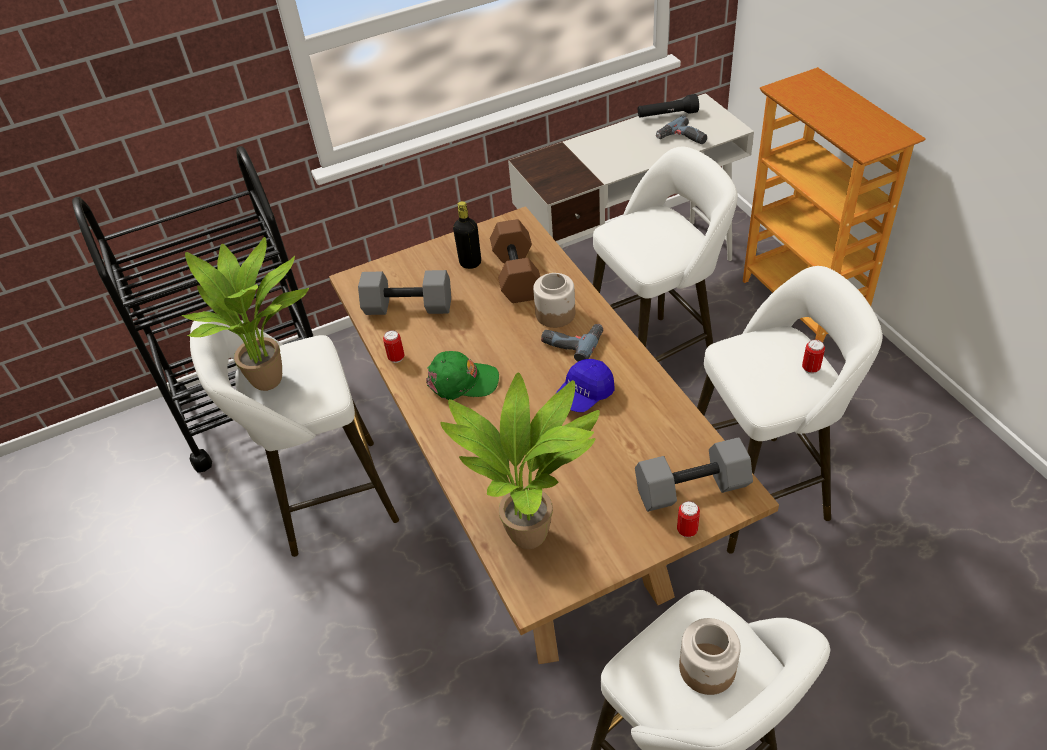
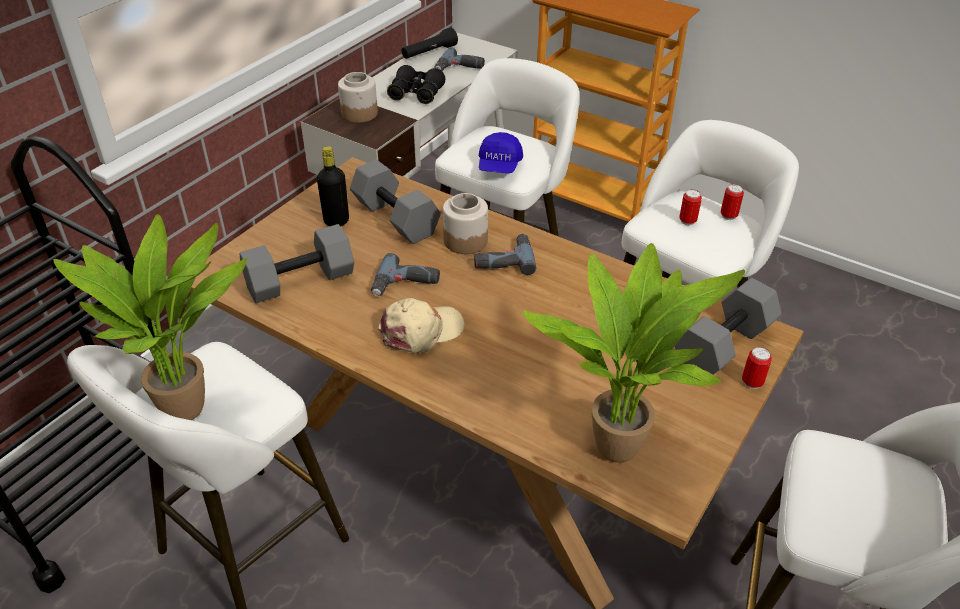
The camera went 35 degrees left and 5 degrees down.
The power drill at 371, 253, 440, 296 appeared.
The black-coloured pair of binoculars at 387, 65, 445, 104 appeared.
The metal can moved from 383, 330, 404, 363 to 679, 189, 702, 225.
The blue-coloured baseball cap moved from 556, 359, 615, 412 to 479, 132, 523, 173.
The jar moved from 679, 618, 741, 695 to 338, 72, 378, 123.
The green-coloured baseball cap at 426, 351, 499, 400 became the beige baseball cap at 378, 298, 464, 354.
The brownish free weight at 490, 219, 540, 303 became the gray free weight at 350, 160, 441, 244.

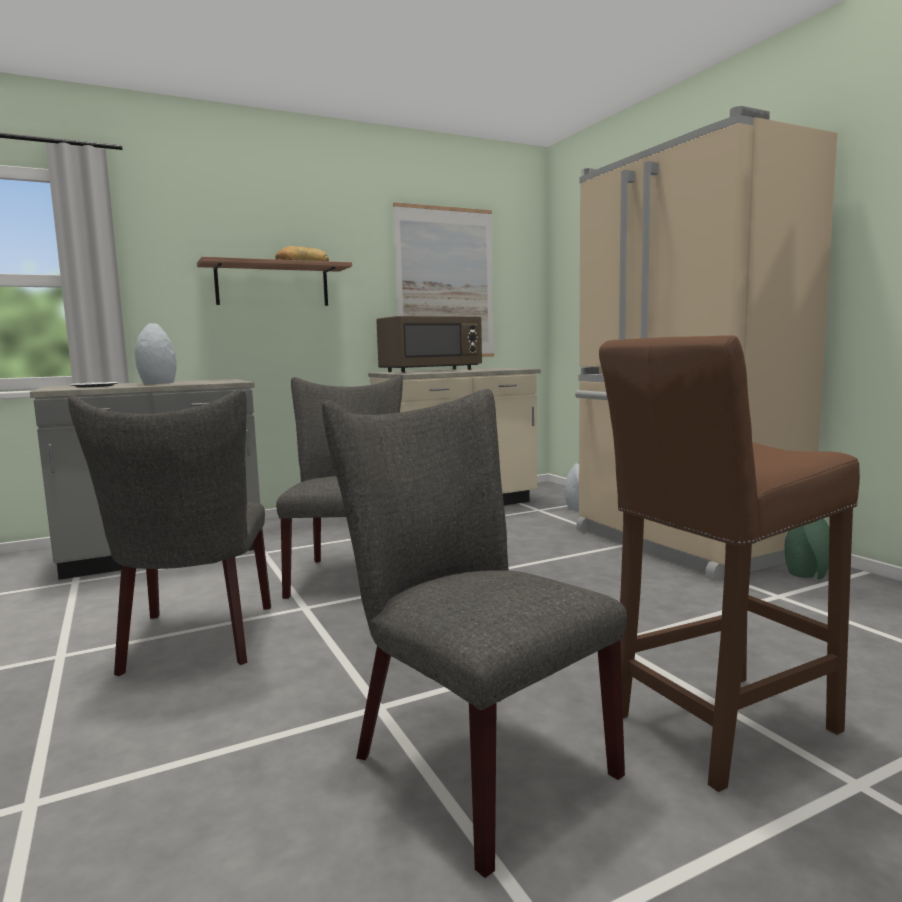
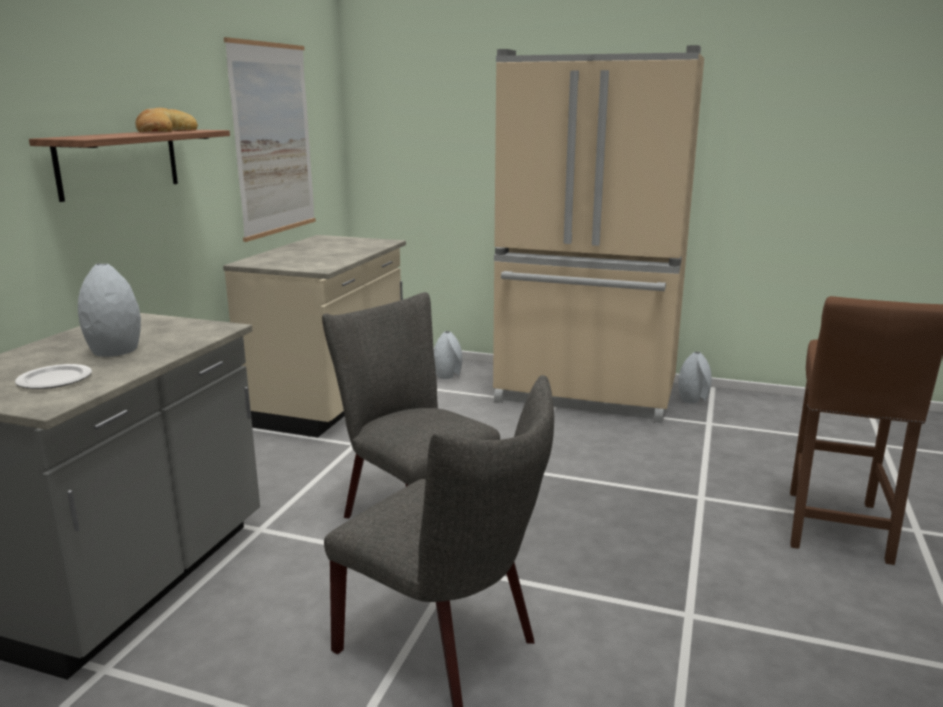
The camera went 45 degrees left and 10 degrees up.
The gray chair at 322, 389, 627, 878 disappeared.
The brownish microwave at 376, 316, 482, 372 disappeared.
The green-coloured flower vase at 784, 518, 829, 580 became the gray flower vase at 678, 352, 712, 403.

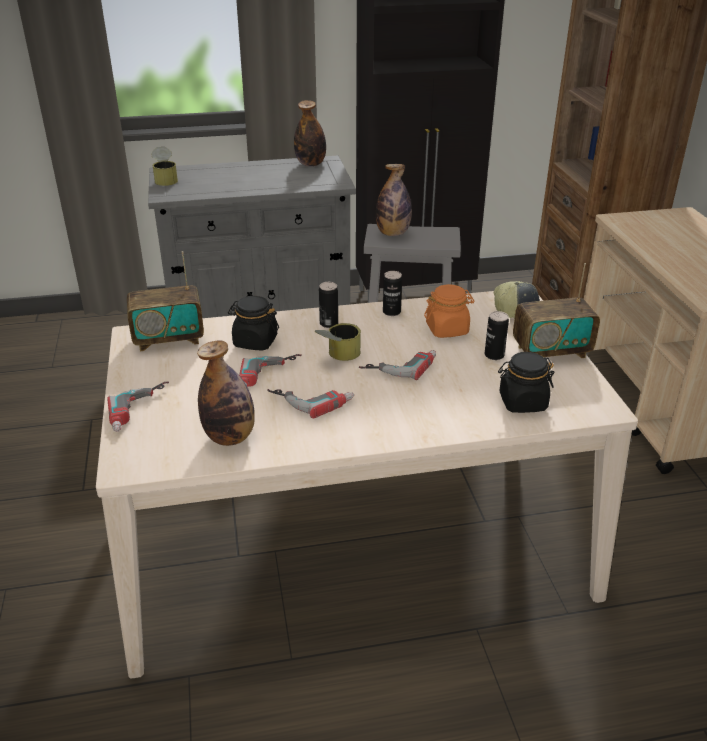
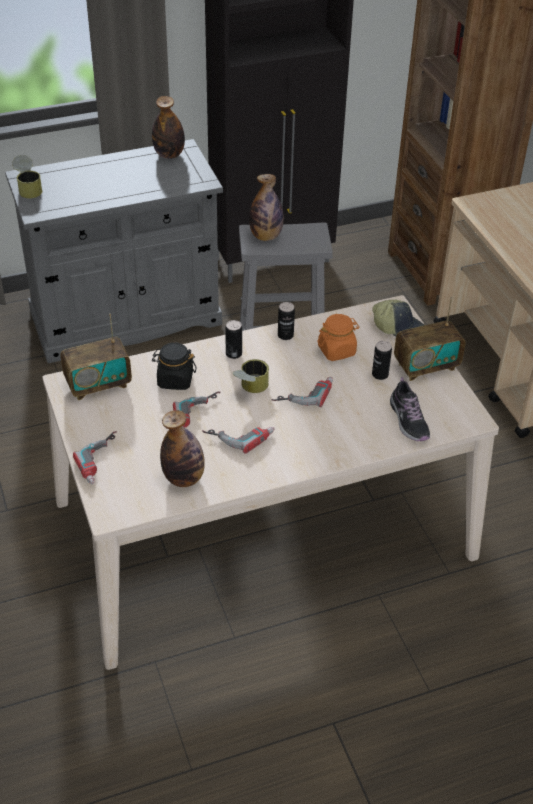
The camera went 10 degrees left and 10 degrees up.
The black-coloured jar at 498, 352, 555, 413 was replaced by the low shoe at 390, 377, 430, 441.

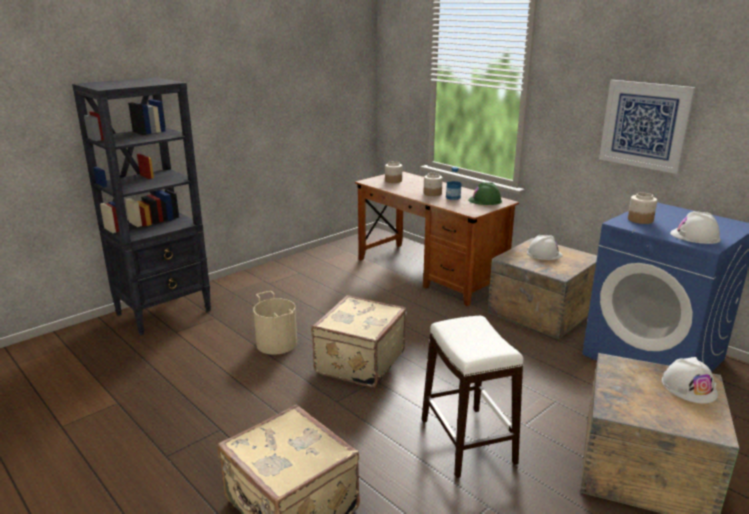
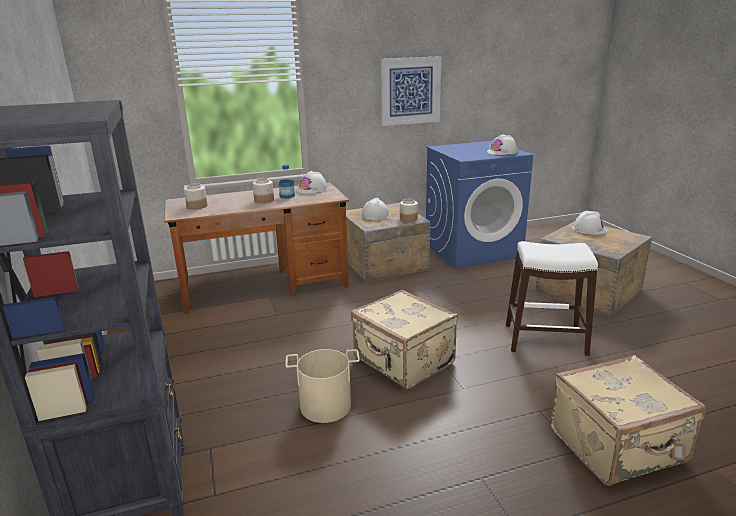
The camera went 65 degrees left and 0 degrees up.
The jar moved from 628, 193, 657, 224 to 400, 199, 418, 222.
The green-coloured hard hat at 468, 182, 502, 205 became the white-coloured hard hat at 296, 171, 328, 194.

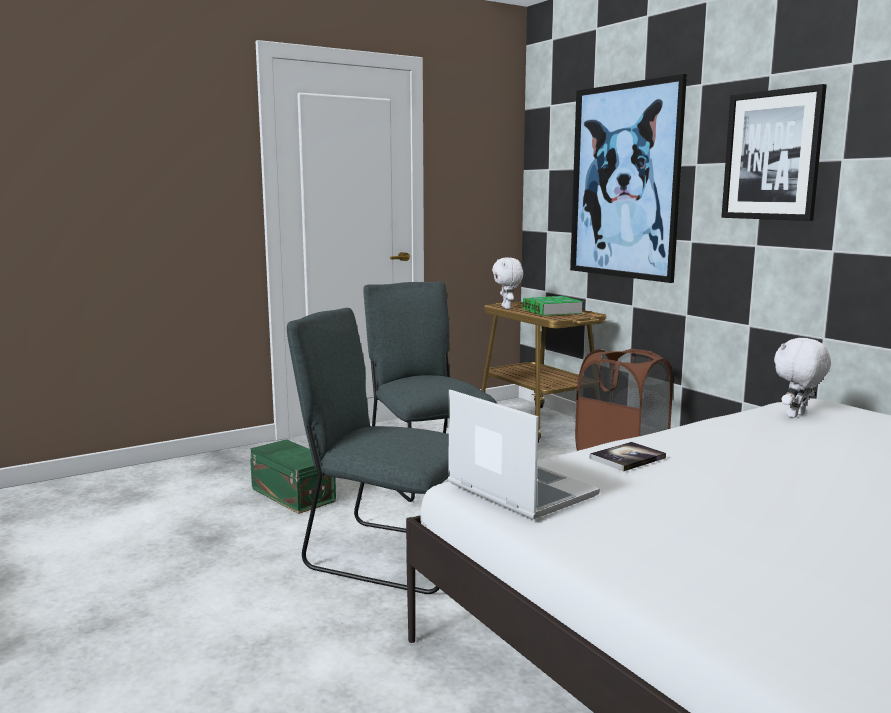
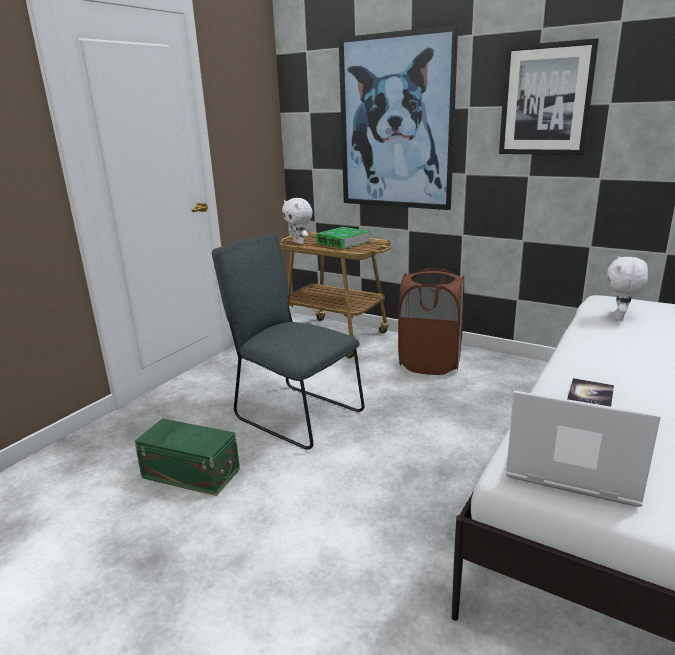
The camera went 25 degrees left and 10 degrees up.
The gray chair at 287, 308, 449, 594 disappeared.

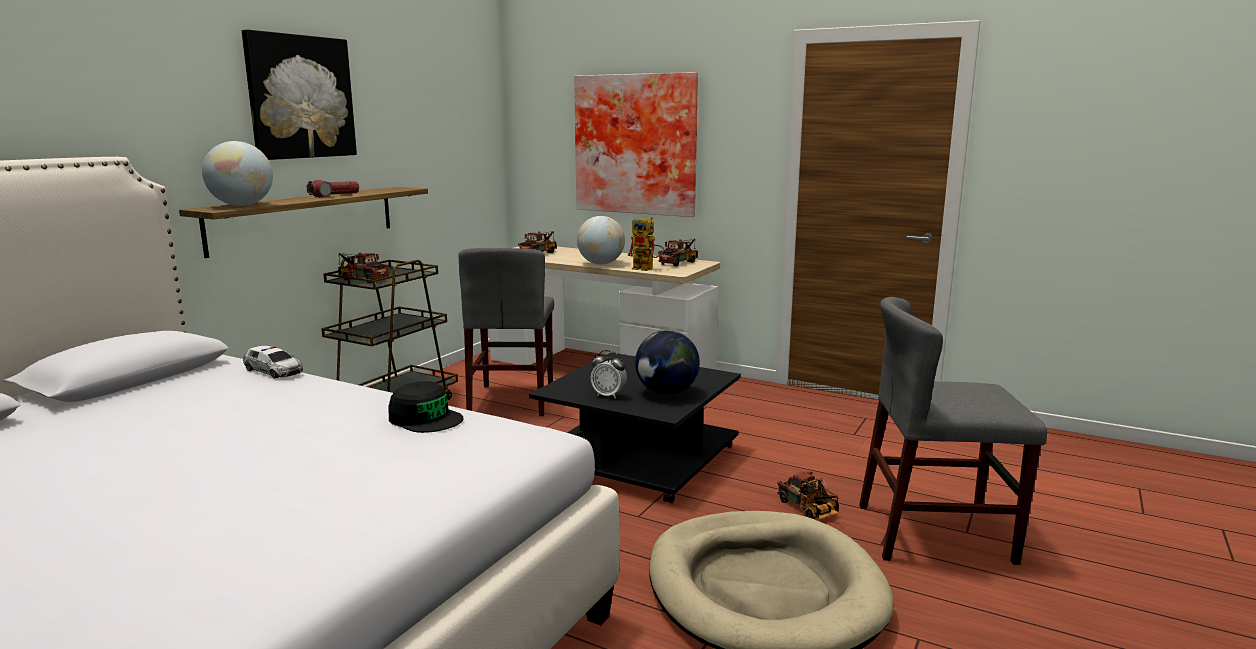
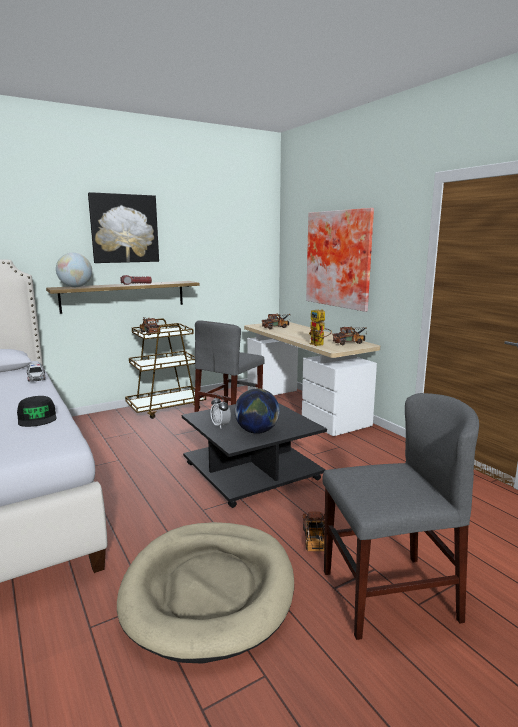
The camera went 30 degrees right and 0 degrees up.
The globe at 577, 216, 625, 265 disappeared.
The gray chair at 859, 297, 1047, 565 turned 135 degrees clockwise.

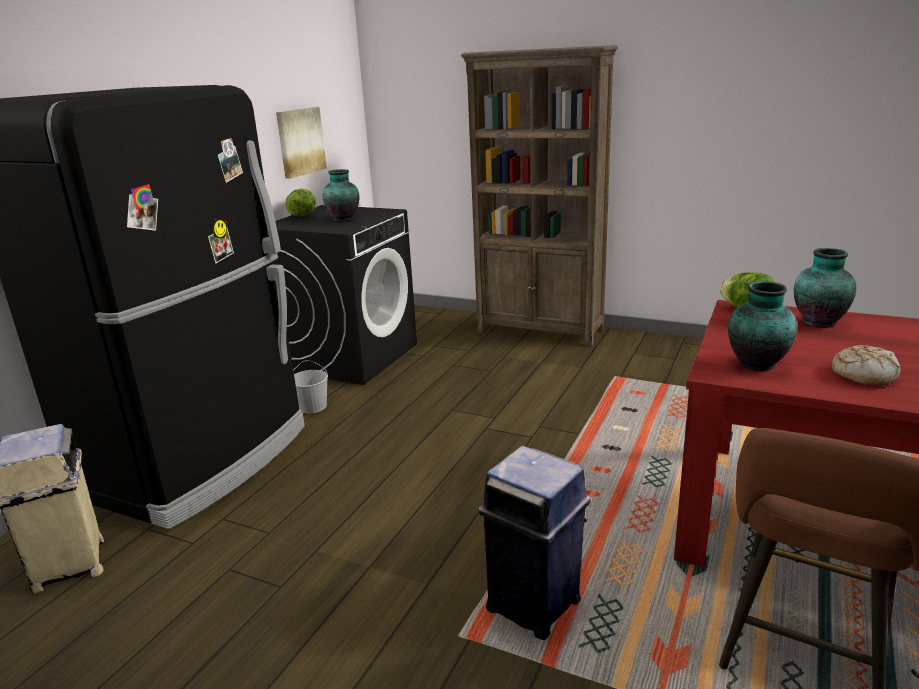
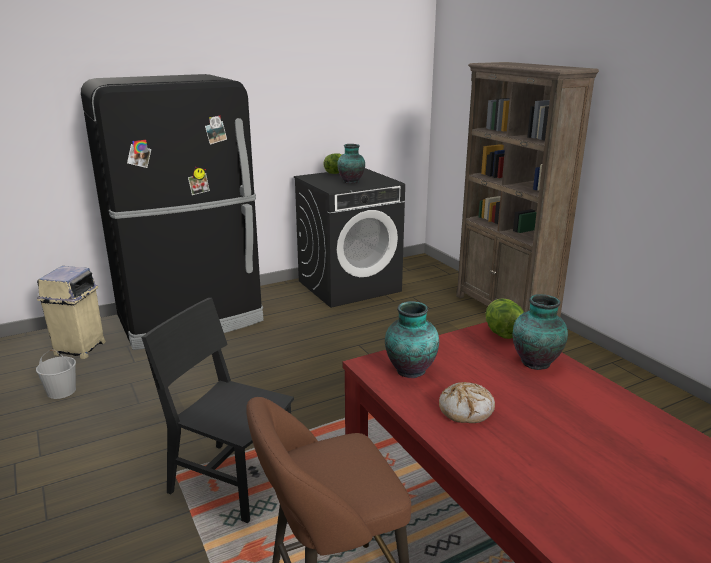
The camera went 35 degrees right and 0 degrees up.
The picture at 276, 107, 327, 179 disappeared.
The white-coloured bucket moved from 293, 360, 328, 414 to 36, 350, 76, 399.
The blue-coloured waste bin at 479, 446, 591, 640 was replaced by the black-coloured chair at 141, 298, 294, 523.

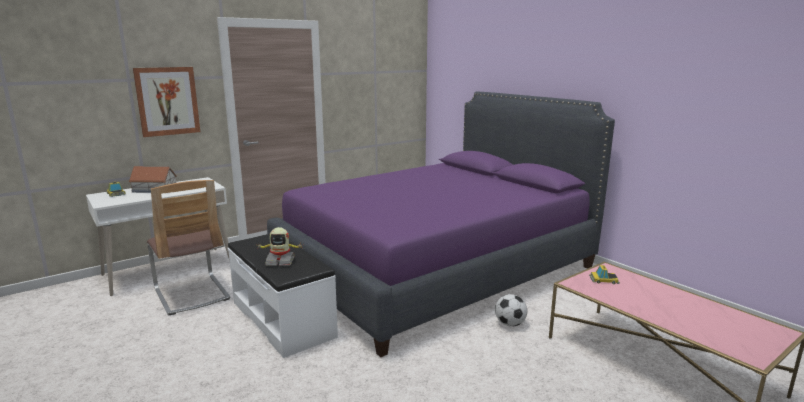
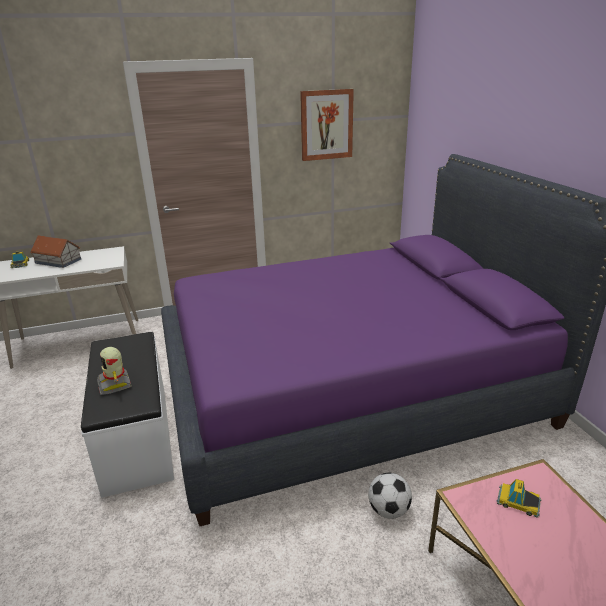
The camera went 20 degrees right and 10 degrees up.
The chair at 147, 180, 231, 315 disappeared.
The picture moved from 133, 67, 200, 137 to 300, 89, 354, 161.
The model robot at 258, 227, 302, 266 turned 45 degrees clockwise.

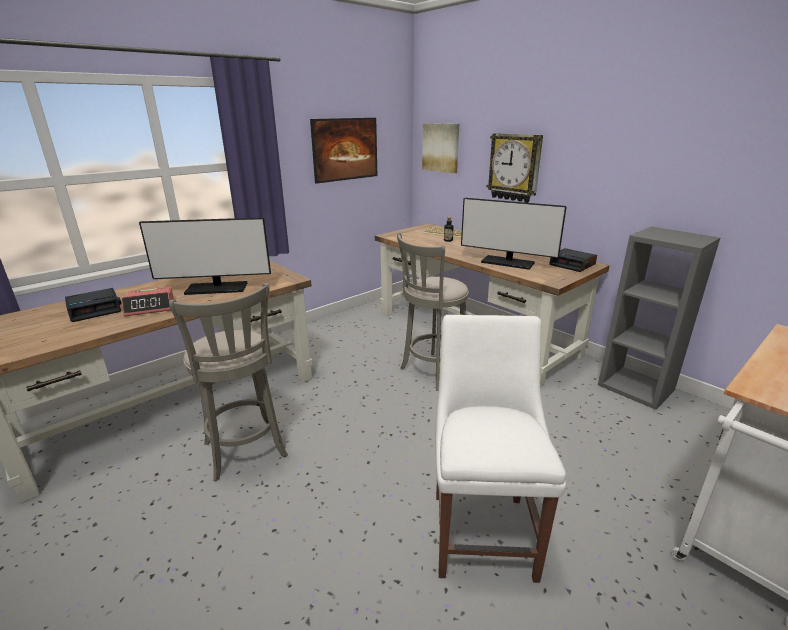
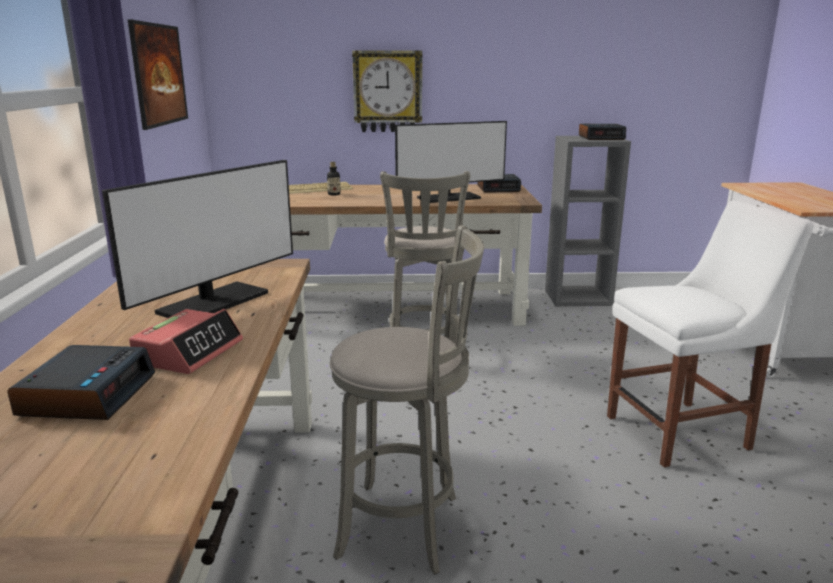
The camera went 50 degrees left and 5 degrees down.
The picture at 422, 123, 459, 173 disappeared.
The alarm clock at 579, 123, 626, 140 appeared.
The white-coloured chair at 435, 315, 566, 583 turned 120 degrees clockwise.

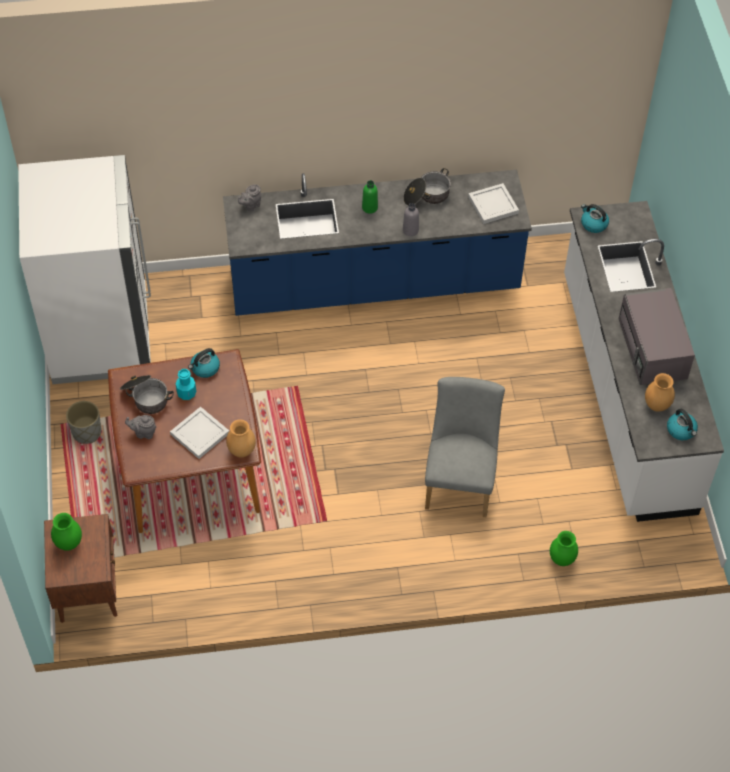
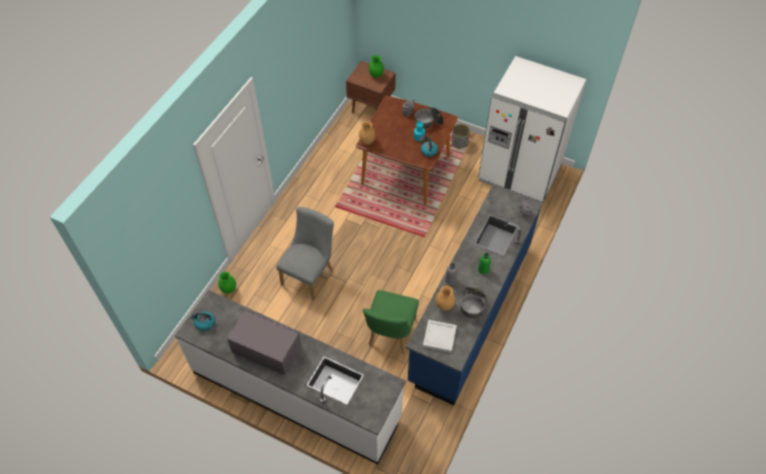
The camera went 125 degrees right and 0 degrees up.
The white-coloured carrying tray at 170, 407, 229, 459 disappeared.
The water kettle at 581, 204, 609, 233 disappeared.
The green-coloured chair at 363, 290, 419, 354 appeared.
The brownish flower vase moved from 645, 373, 675, 412 to 435, 286, 455, 311.
The gray chair at 425, 377, 505, 517 turned 105 degrees counterclockwise.

